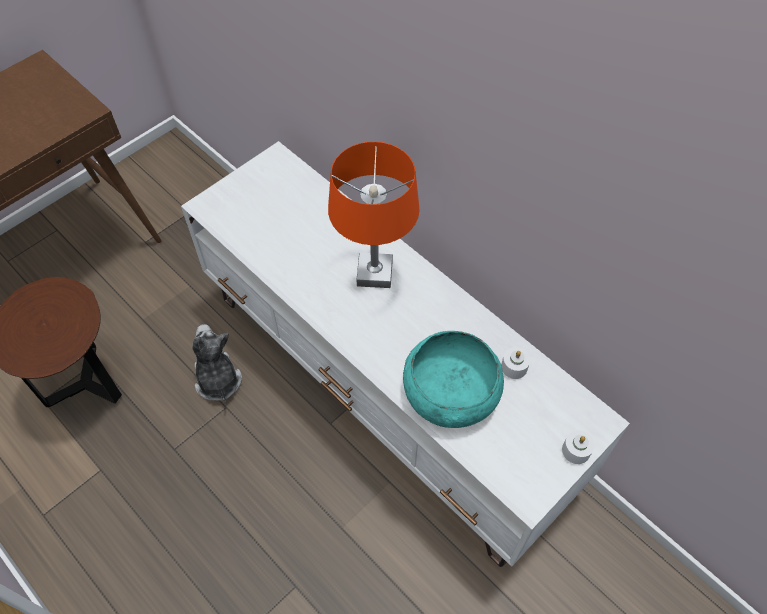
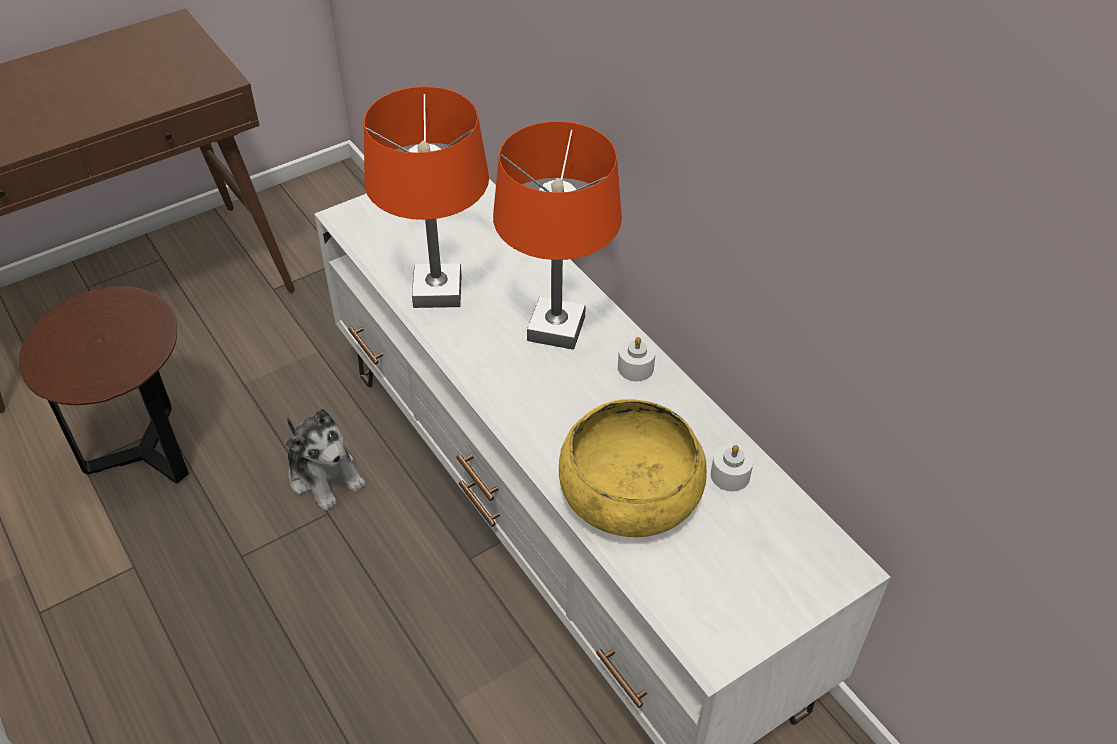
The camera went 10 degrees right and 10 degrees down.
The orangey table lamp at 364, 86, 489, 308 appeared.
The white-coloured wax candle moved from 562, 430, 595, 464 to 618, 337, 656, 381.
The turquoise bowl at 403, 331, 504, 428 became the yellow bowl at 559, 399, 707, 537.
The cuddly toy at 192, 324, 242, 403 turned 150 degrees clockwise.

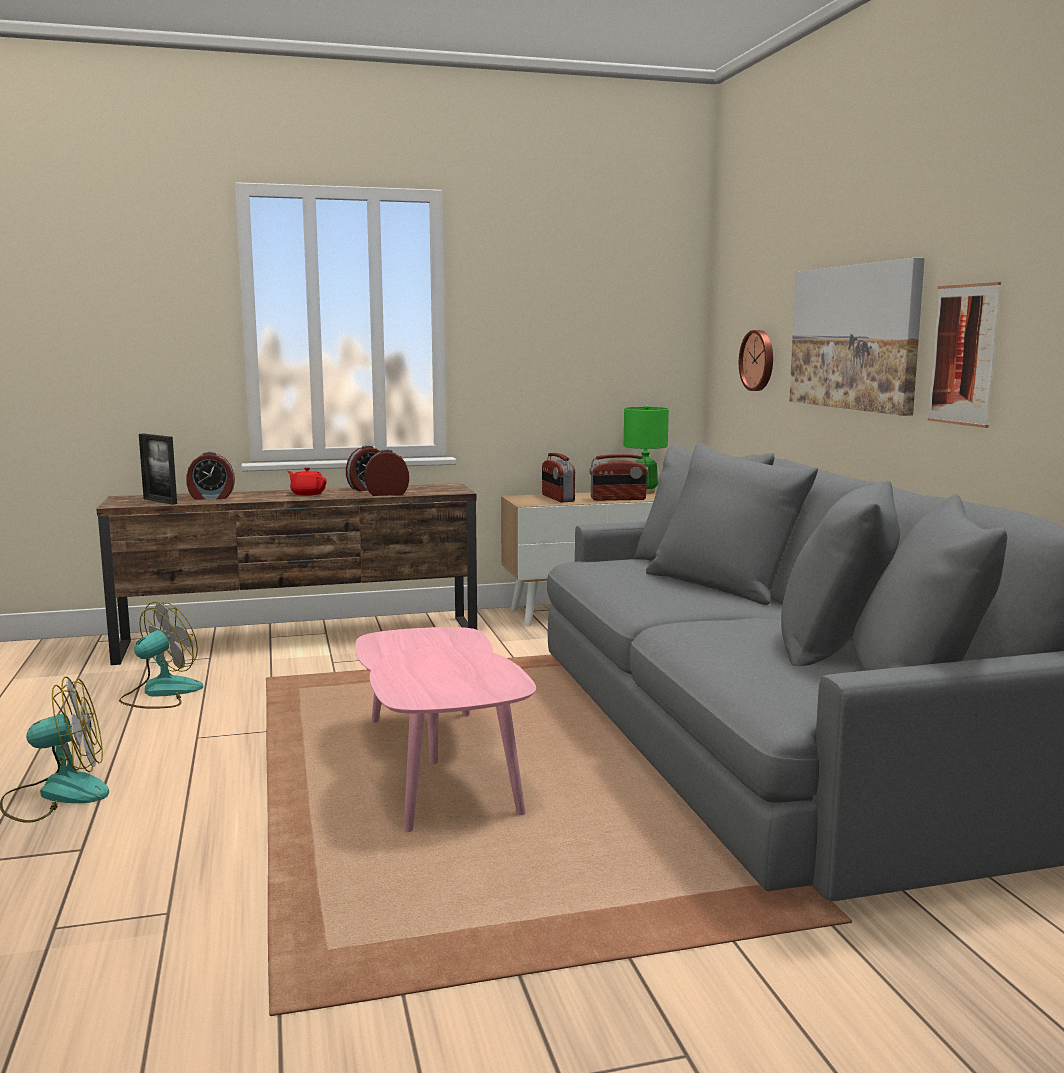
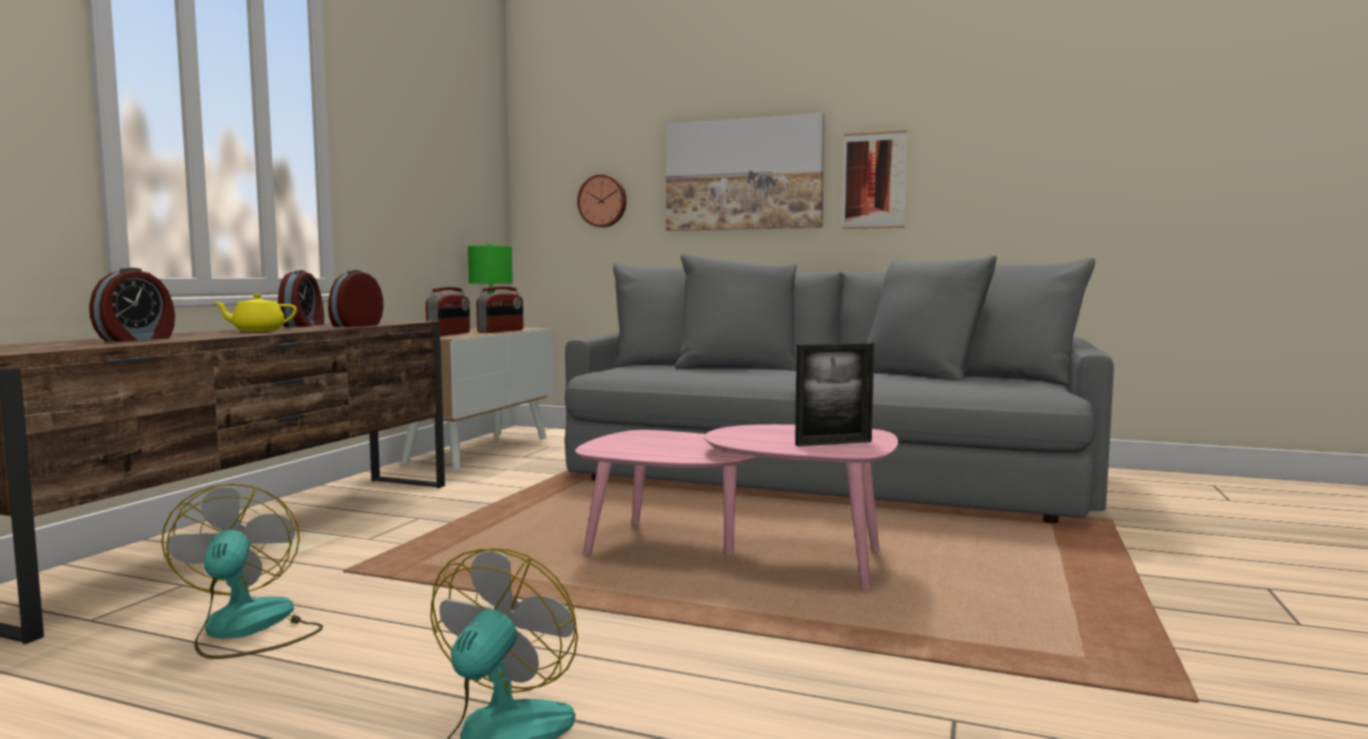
The camera went 55 degrees left and 5 degrees down.
The standing frame moved from 139, 434, 177, 505 to 795, 343, 874, 446.
The reddish teapot at 287, 467, 327, 496 became the yellow teapot at 213, 294, 297, 331.
The radio set at 542, 453, 575, 502 turned 90 degrees counterclockwise.

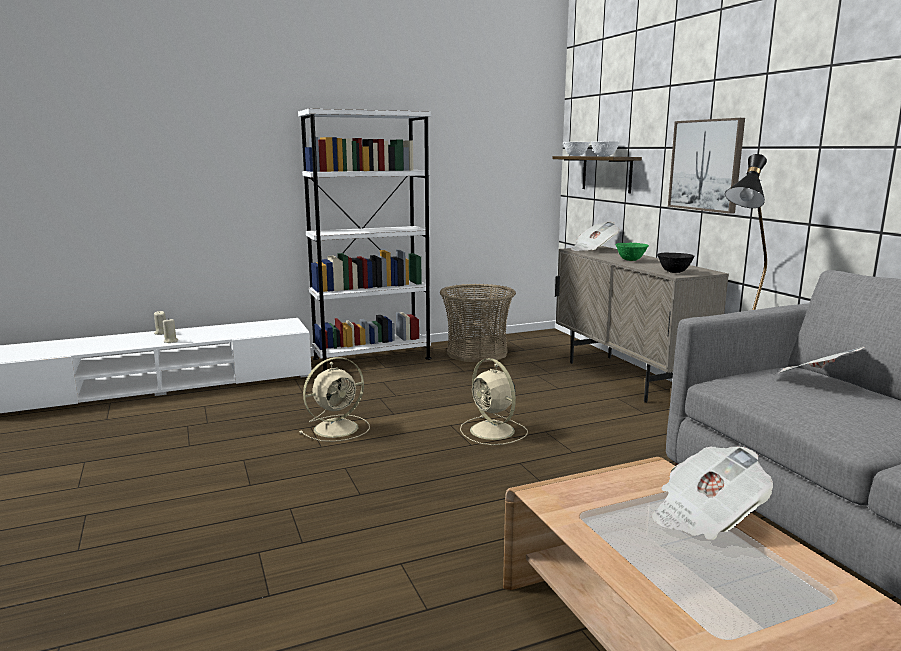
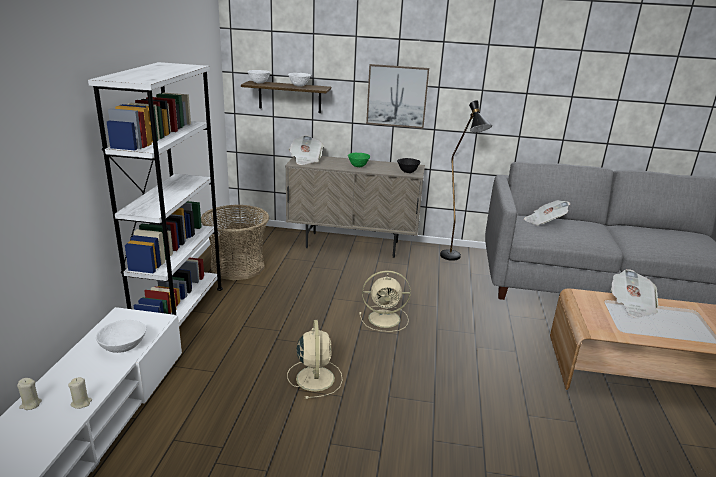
The camera went 60 degrees left and 10 degrees up.
The white-coloured bowl at 96, 320, 146, 353 appeared.

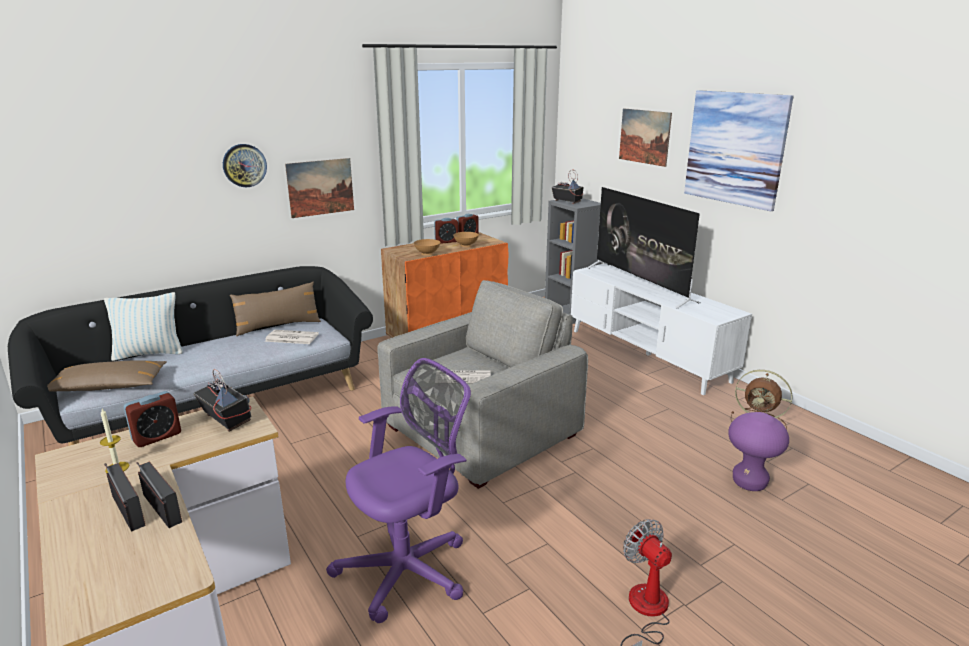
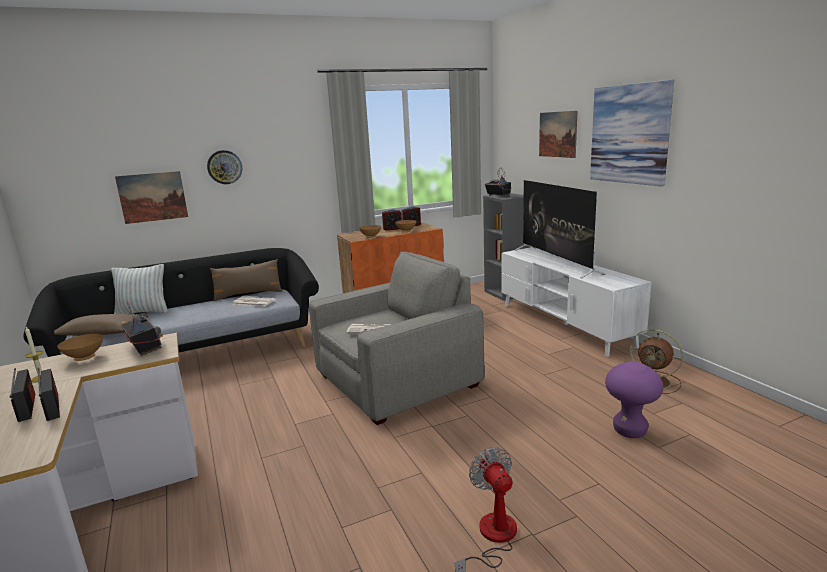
The camera went 10 degrees right and 5 degrees down.
The purple-coloured computer chair at 326, 358, 471, 623 disappeared.
The picture moved from 285, 158, 354, 218 to 115, 171, 188, 224.
The alarm clock at 124, 391, 181, 447 was replaced by the brownish bowl at 57, 334, 103, 361.

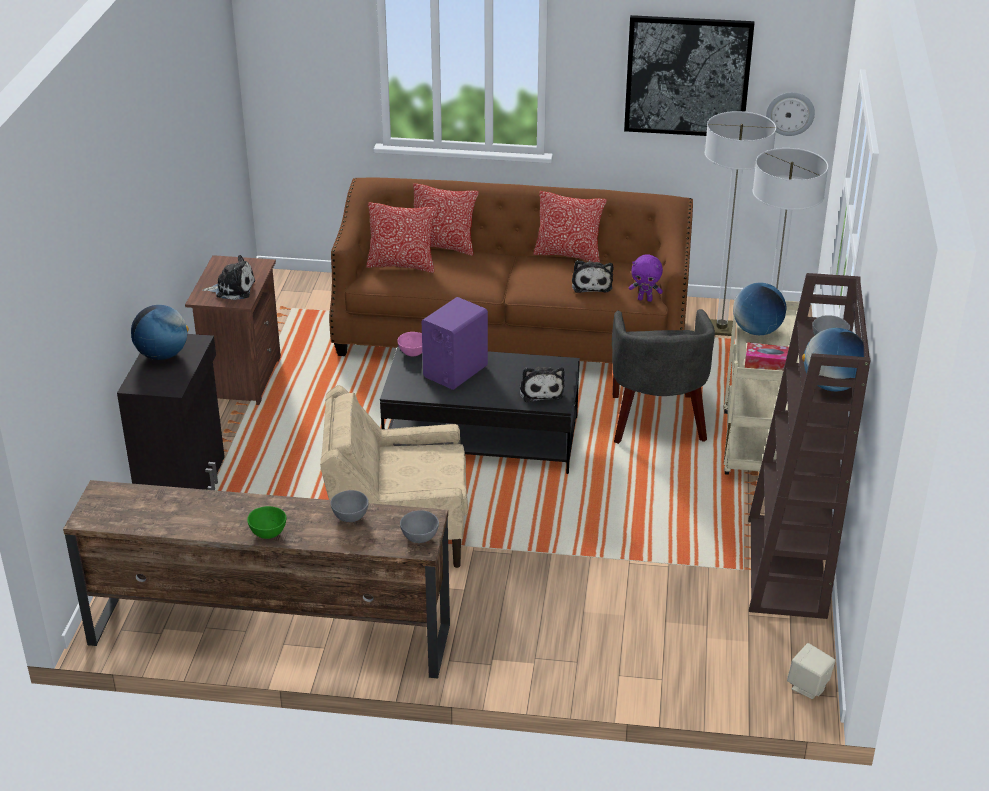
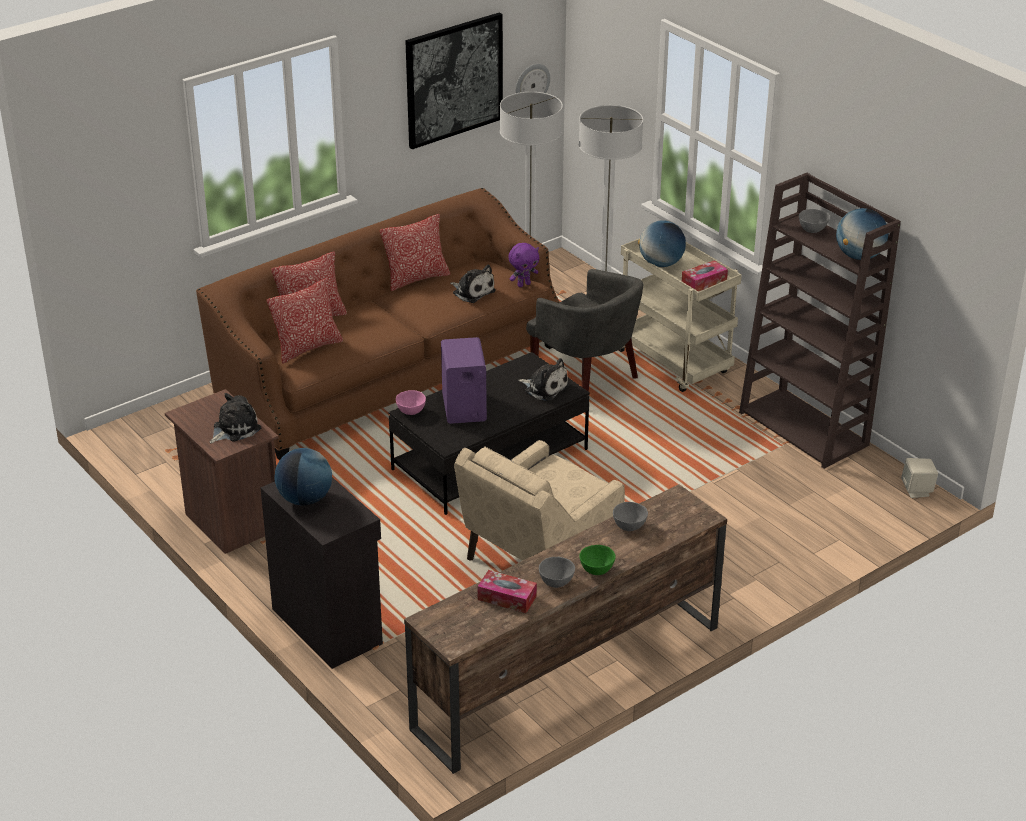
The camera went 45 degrees left and 0 degrees up.
The box of tissues at 477, 570, 537, 613 appeared.
The gray bowl moved from 400, 510, 439, 543 to 539, 557, 575, 588.

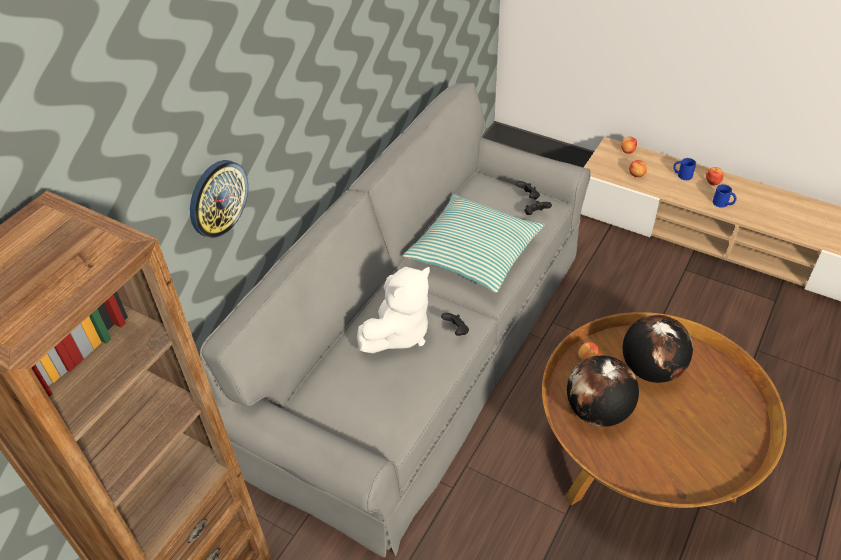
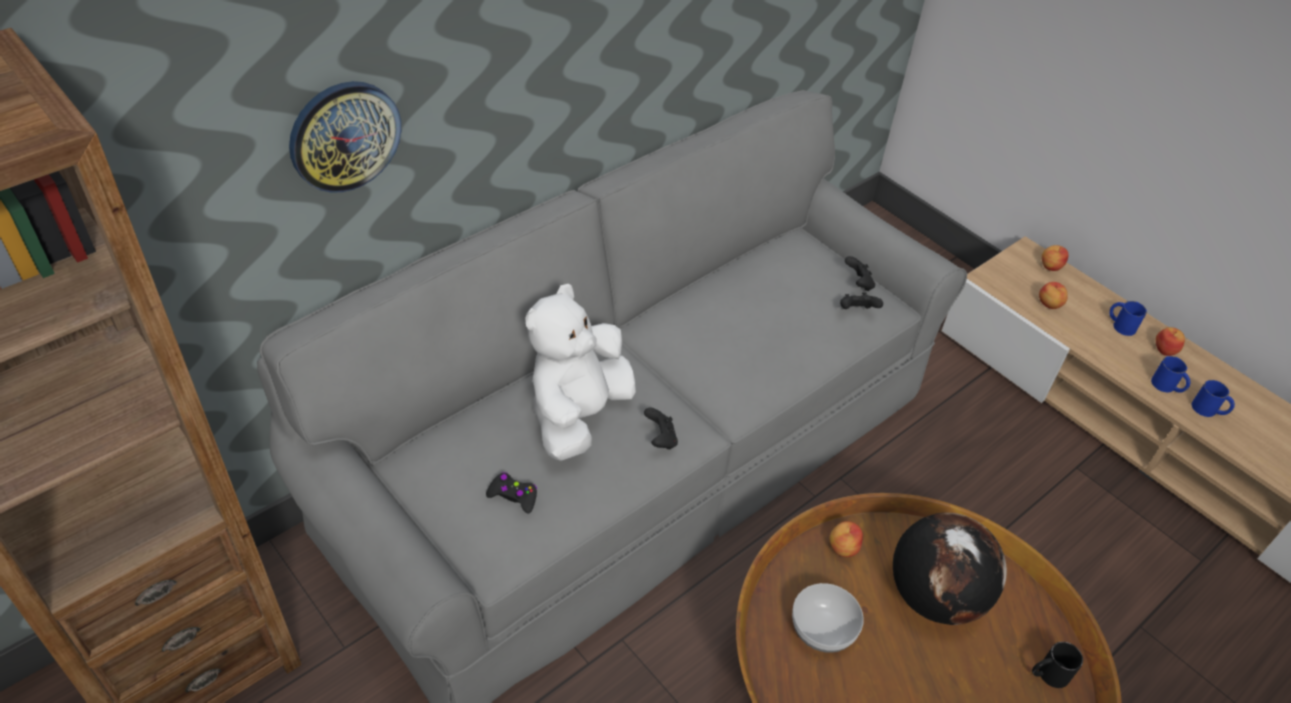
The camera went 15 degrees right and 0 degrees up.
The cushion at 403, 194, 545, 293 disappeared.
The black-coloured joypad at 486, 472, 537, 514 appeared.
The black-coloured coffee mug at 1032, 641, 1083, 688 appeared.
The blue-coloured coffee mug at 1192, 380, 1235, 417 appeared.
The globe at 567, 355, 639, 427 was replaced by the bowl at 792, 583, 864, 653.
The white-coloured cuddly toy at 357, 267, 430, 353 turned 150 degrees clockwise.

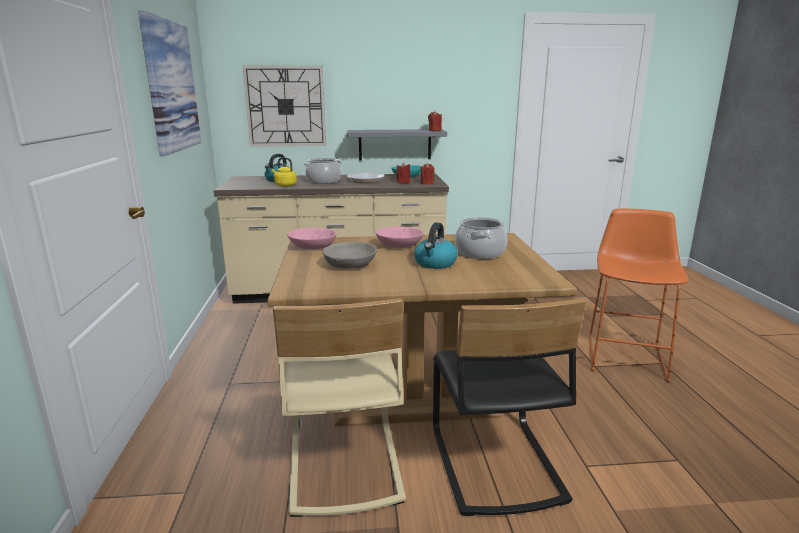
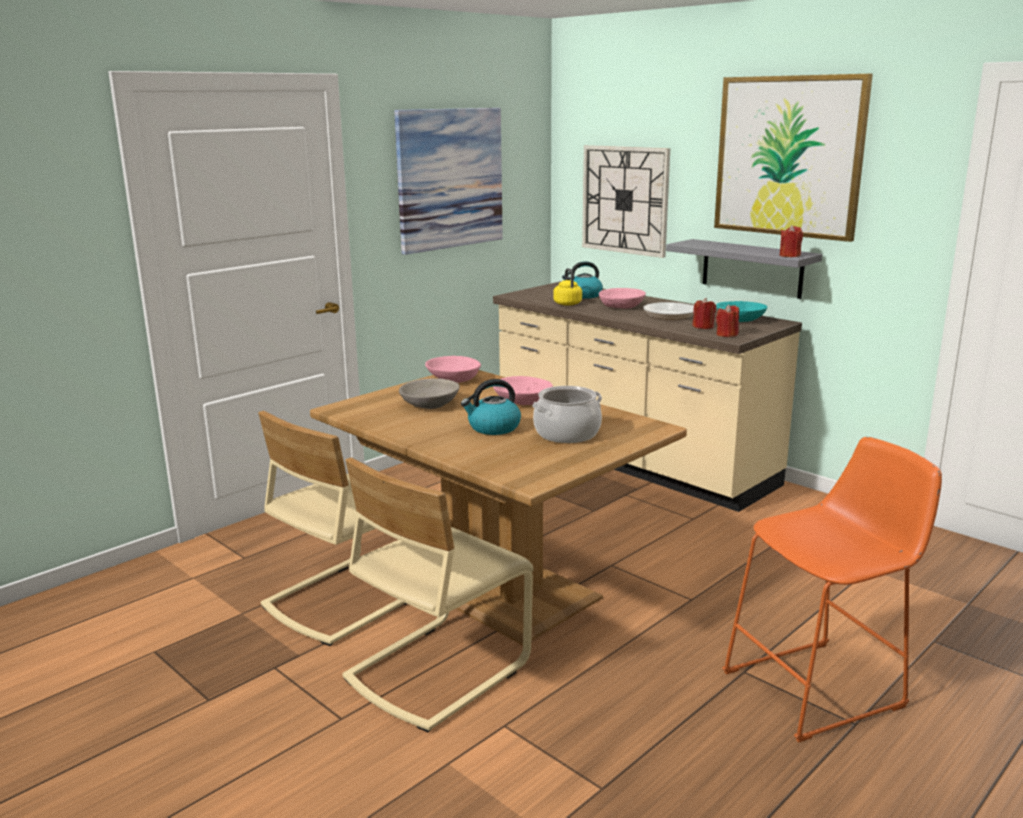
The camera went 50 degrees right and 0 degrees up.
The picture at 714, 74, 873, 242 appeared.
The cooking pot at 304, 158, 342, 184 was replaced by the pinkish bowl at 599, 288, 646, 308.
The black-coloured chair at 433, 298, 586, 516 became the beige chair at 342, 457, 534, 733.

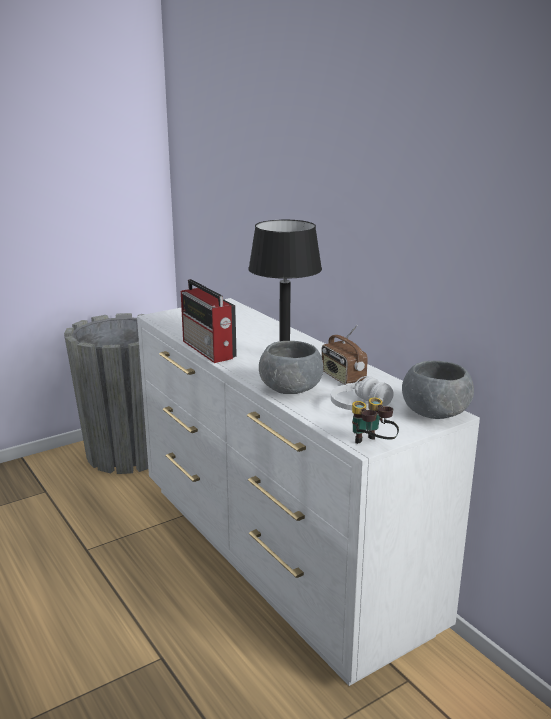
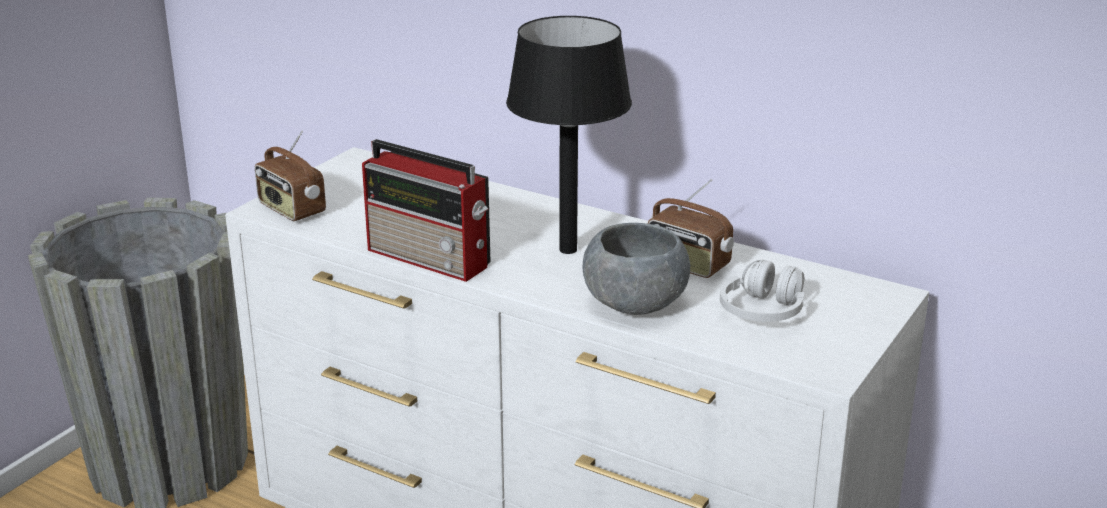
The camera went 25 degrees left and 5 degrees up.
The pair of binoculars at 352, 397, 399, 444 disappeared.
The gray bowl at 402, 361, 474, 419 disappeared.
The radio set at 255, 131, 326, 221 appeared.

